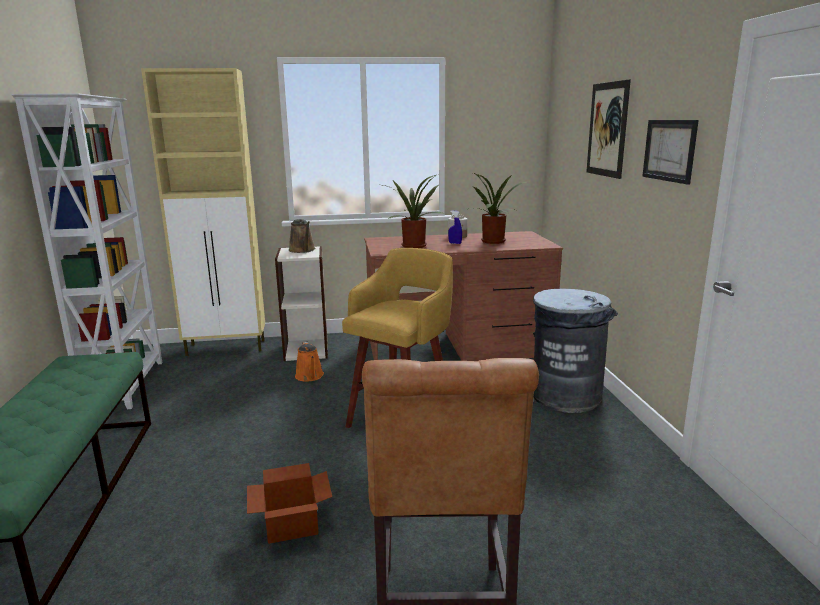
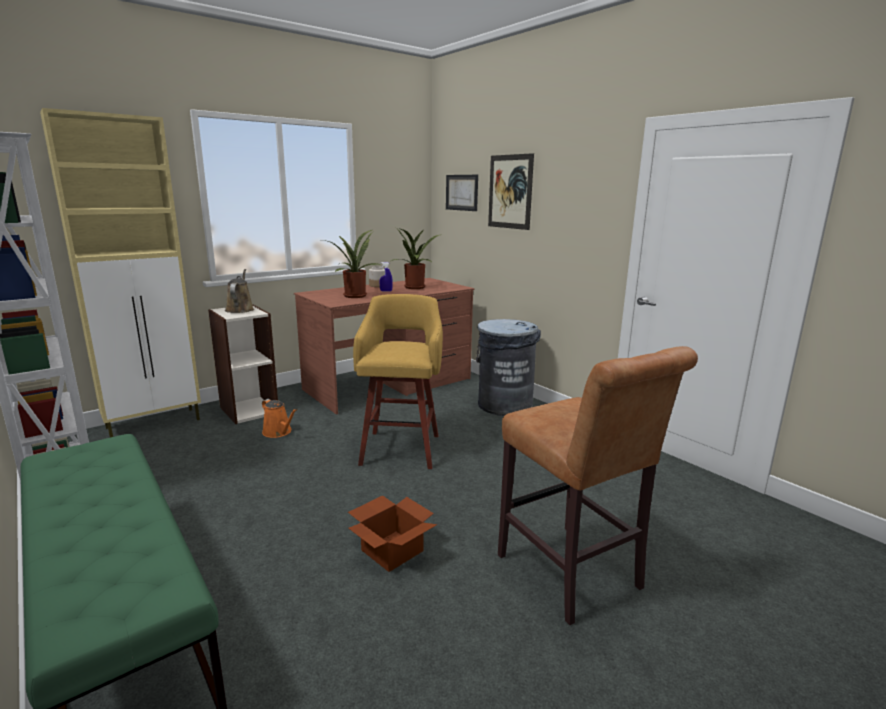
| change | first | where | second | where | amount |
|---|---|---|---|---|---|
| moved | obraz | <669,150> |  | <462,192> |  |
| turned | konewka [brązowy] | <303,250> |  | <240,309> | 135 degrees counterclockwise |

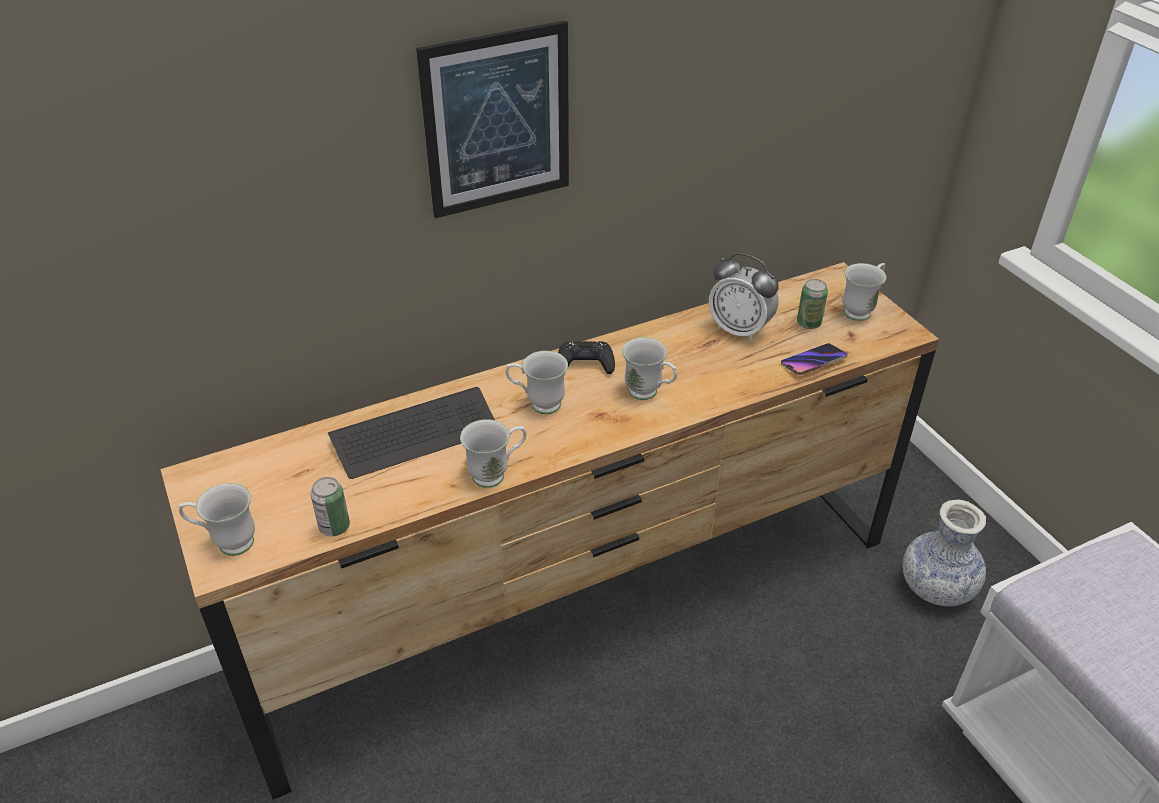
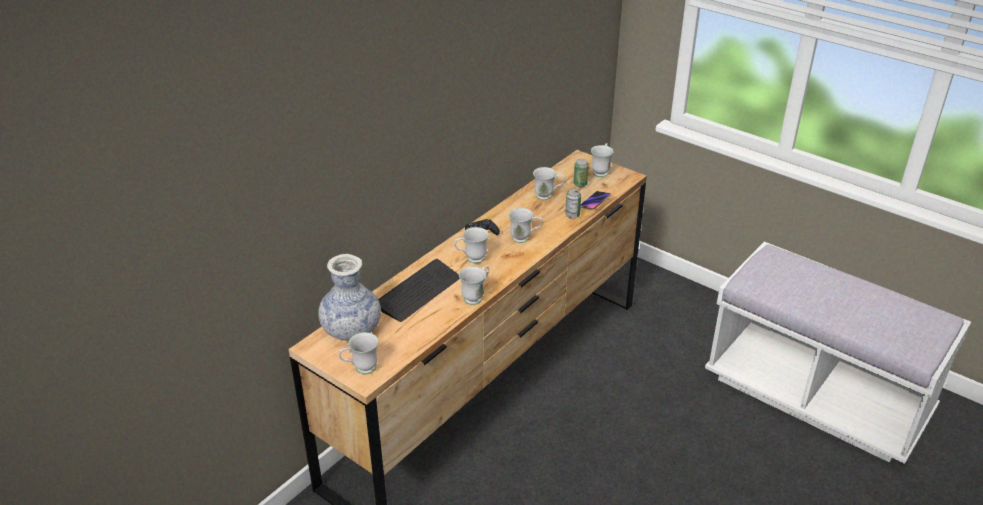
| change | first | where | second | where | amount |
|---|---|---|---|---|---|
| removed | obraz | <497,121> |  |  |  |
| replaced | budzik | <739,330> | kubek [biały] | <548,196> |  |
| moved | puszka | <334,527> |  | <572,215> |  |
| moved | wazon | <936,587> |  | <351,330> |  |

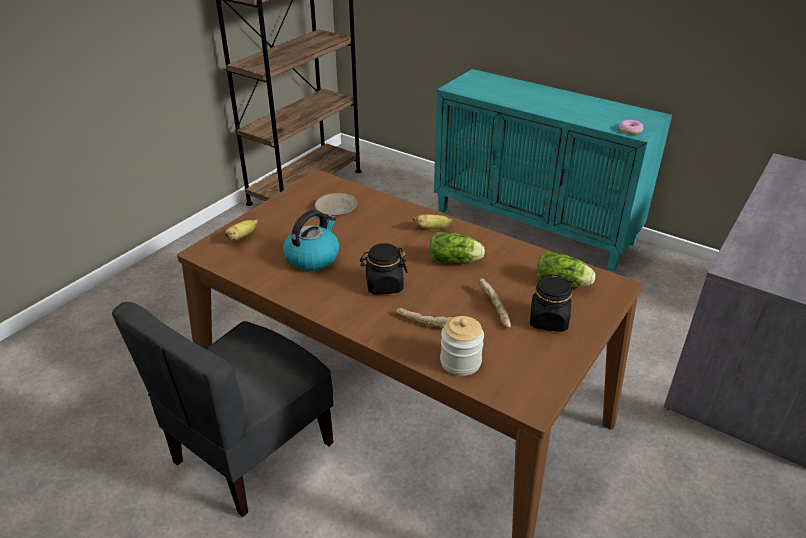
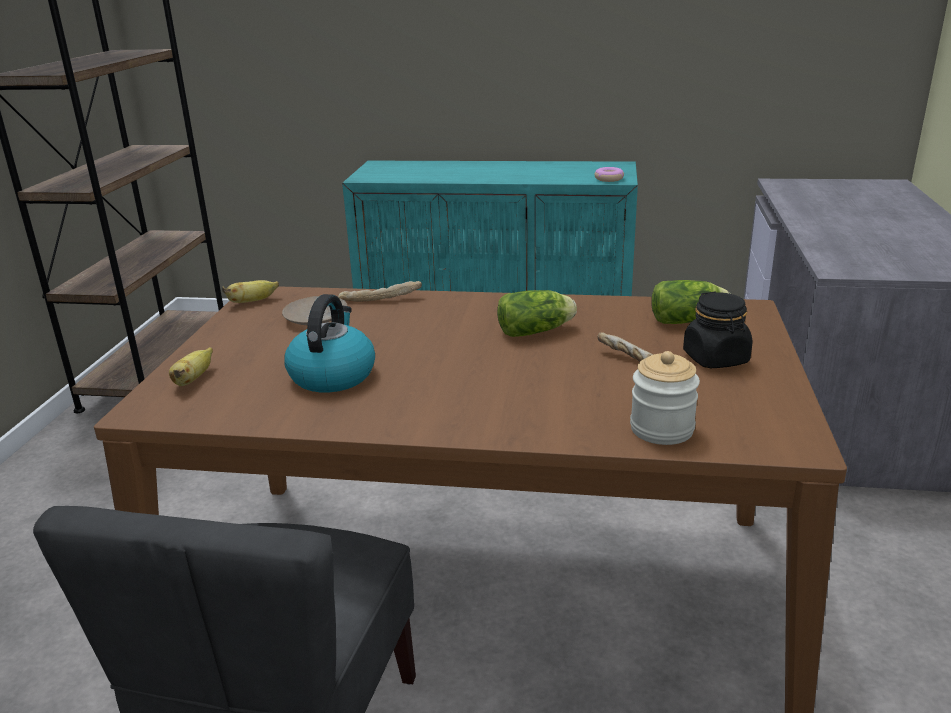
| change | first | where | second | where | amount |
|---|---|---|---|---|---|
| moved | banan | <432,228> |  | <252,301> |  |
| removed | słoik [czarny] | <384,285> |  |  |  |
| moved | chleb | <429,322> |  | <380,299> |  |

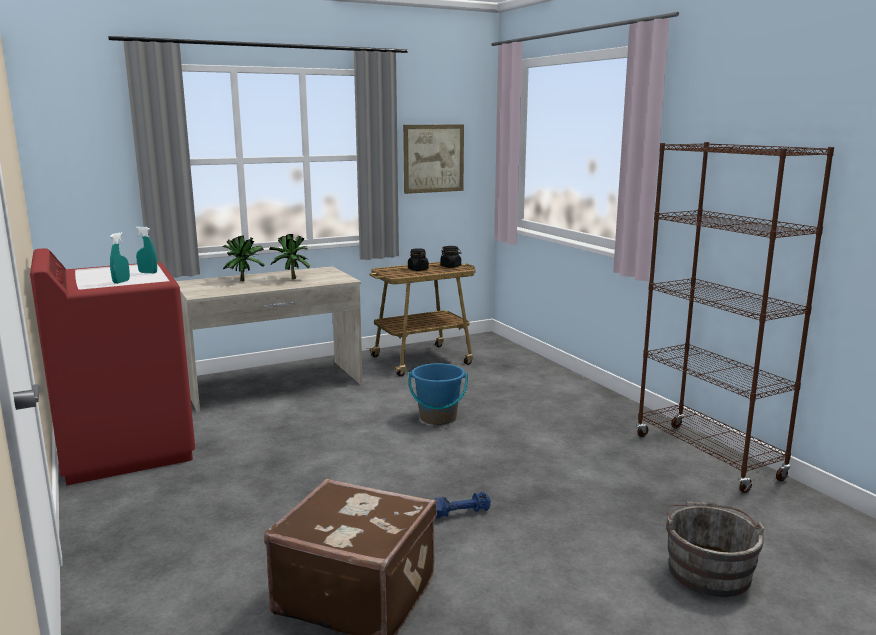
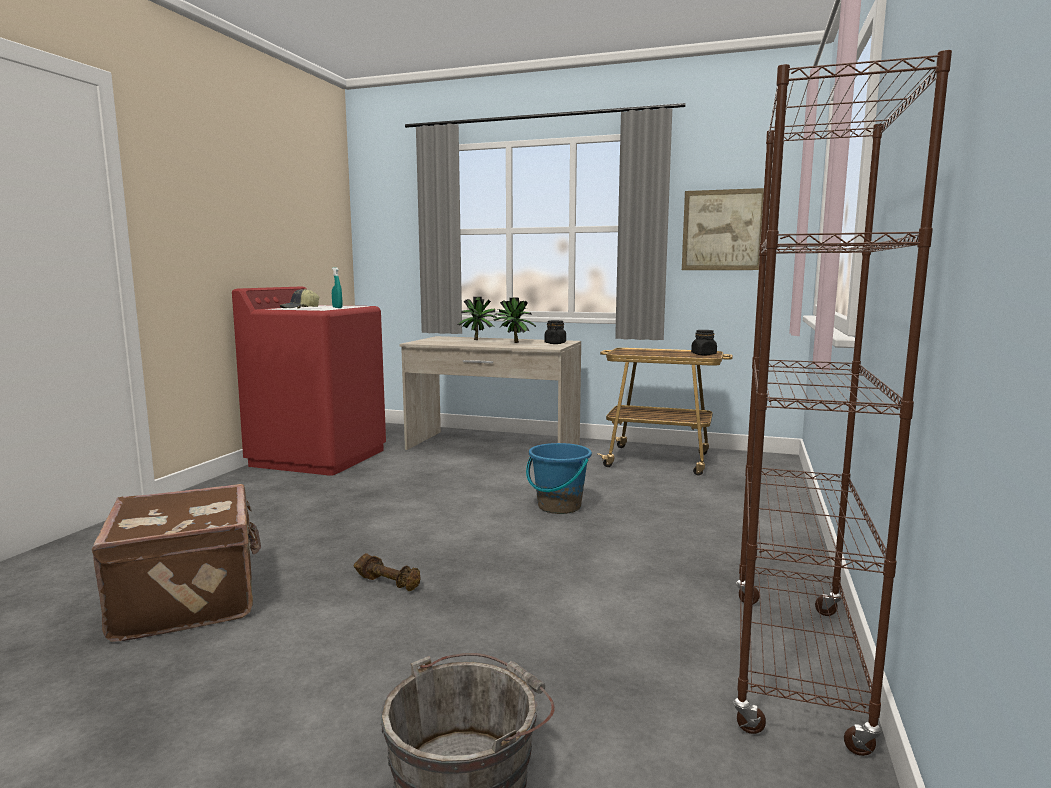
| change | first | where | second | where | amount |
|---|---|---|---|---|---|
| replaced | spryskiwacz [turkusowy] | <121,282> | czapka z daszkiem | <300,309> |  |
| moved | słoik [czarny] | <418,269> |  | <555,343> |  |
| recoloured | hantel [niebieski] | <460,513> | hantel [brązowy] | <389,583> |  |

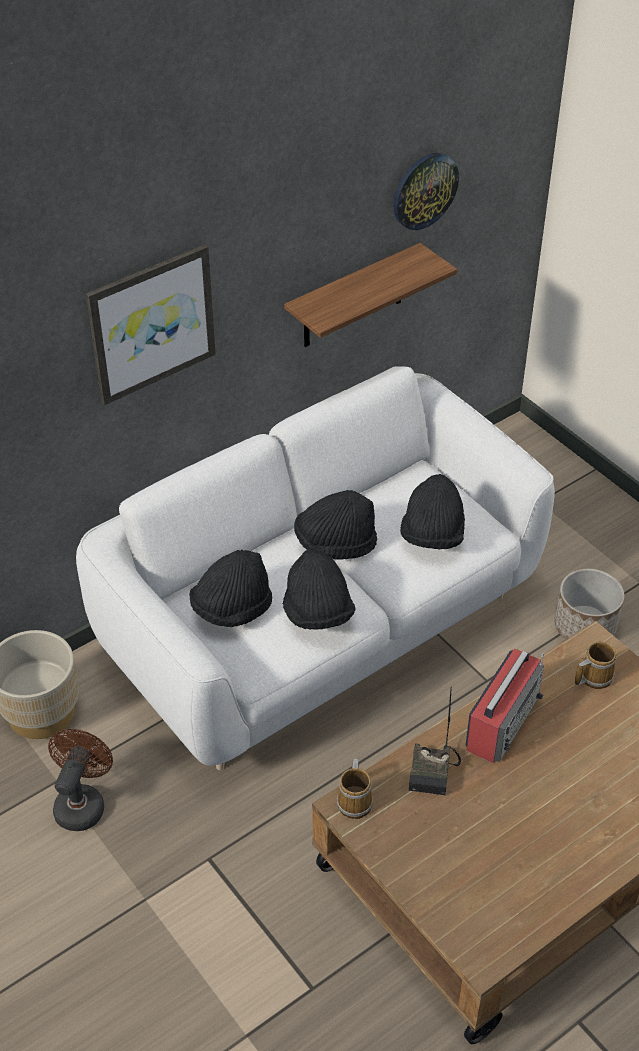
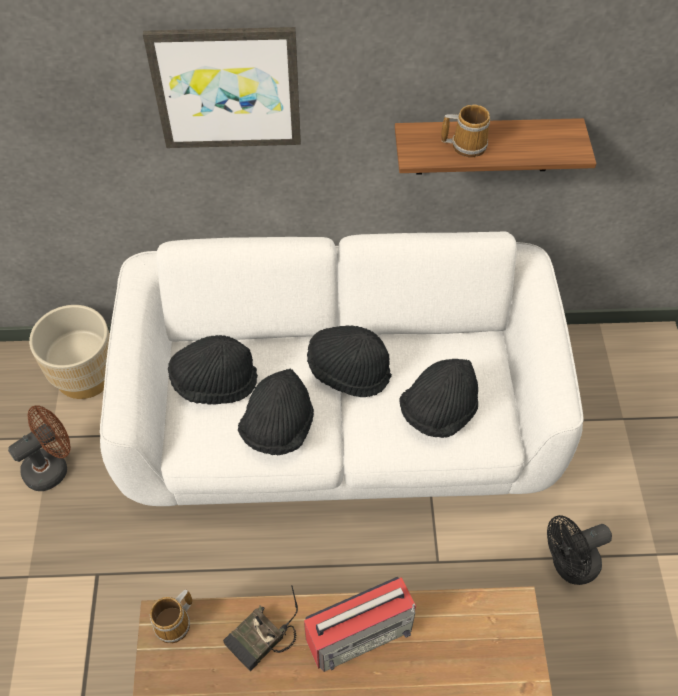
| change | first | where | second | where | amount |
|---|---|---|---|---|---|
| removed | zegar ścienny | <424,190> |  |  |  |
| replaced | donica | <585,626> | wentylator [czarny] | <568,566> |  |
| moved | kubek | <593,676> |  | <466,144> |  |

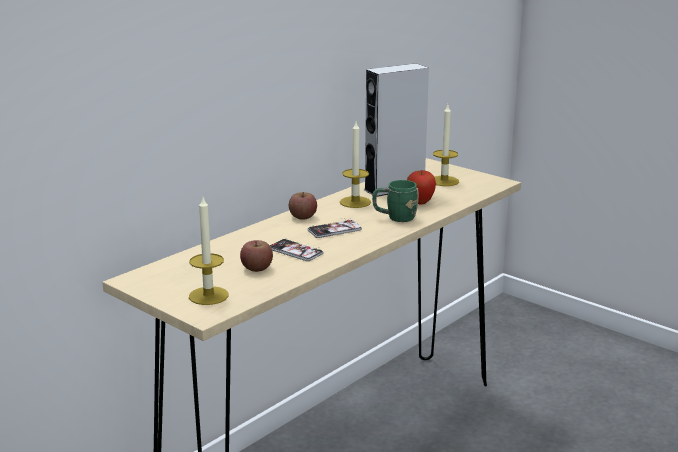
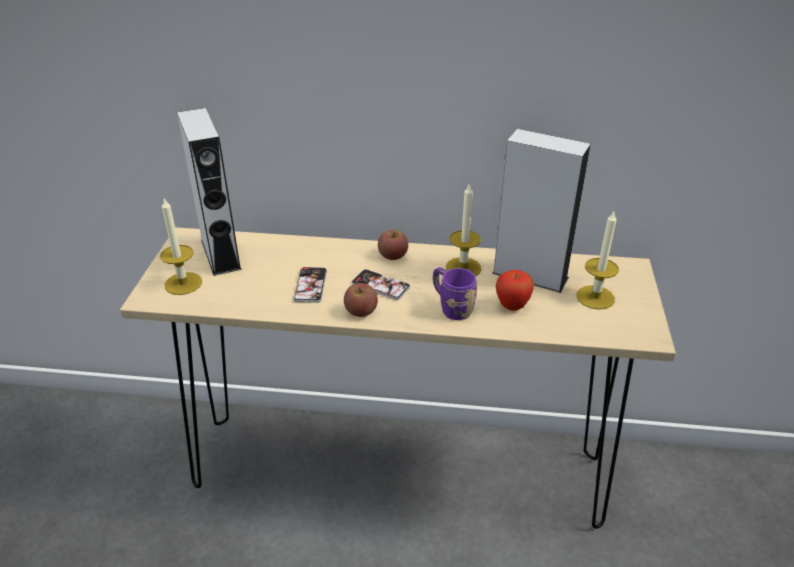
| change | first | where | second | where | amount |
|---|---|---|---|---|---|
| recoloured | kubek [zielony] | <395,218> | kubek [fioletowy] | <451,307> |  |
| moved | jabłko | <257,268> |  | <361,311> |  |
| added |  |  | głośnik [szary] | <220,254> |  |

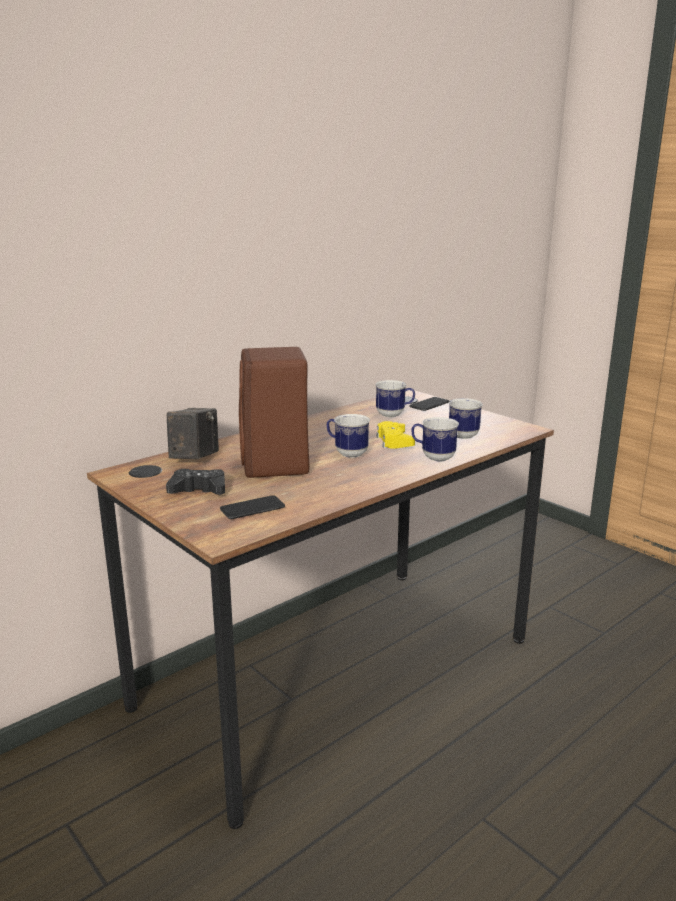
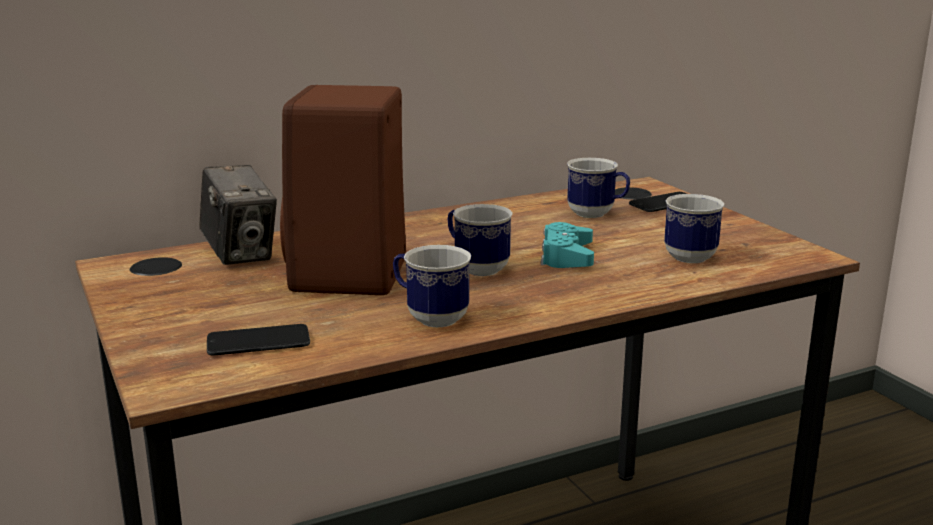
| change | first | where | second | where | amount |
|---|---|---|---|---|---|
| turned | aparat fotograficzny | <195,458> |  | <240,254> | 120 degrees clockwise |
| moved | kubek | <433,457> |  | <430,317> |  |
| recoloured | pad do gier [żółty] | <394,441> | pad do gier [turkusowy] | <566,256> |  |
| removed | pad do gier [czarny] | <199,490> |  |  |  |

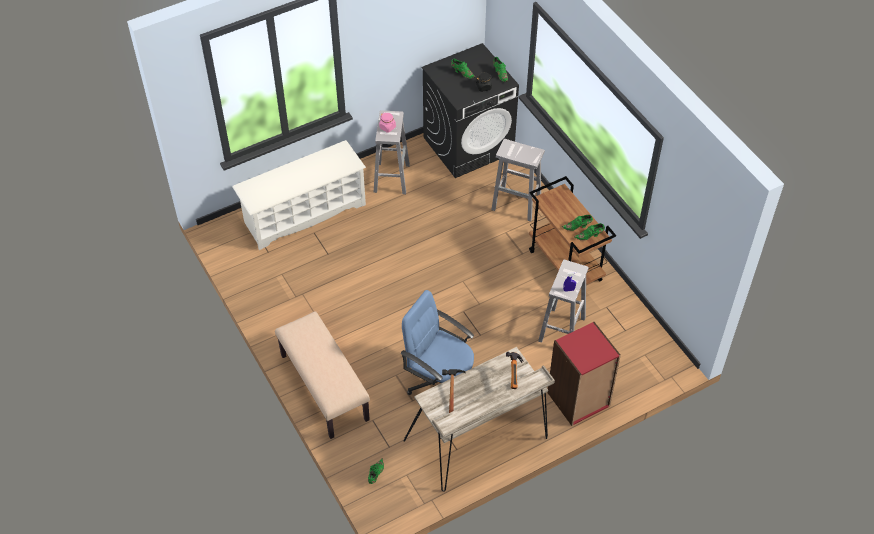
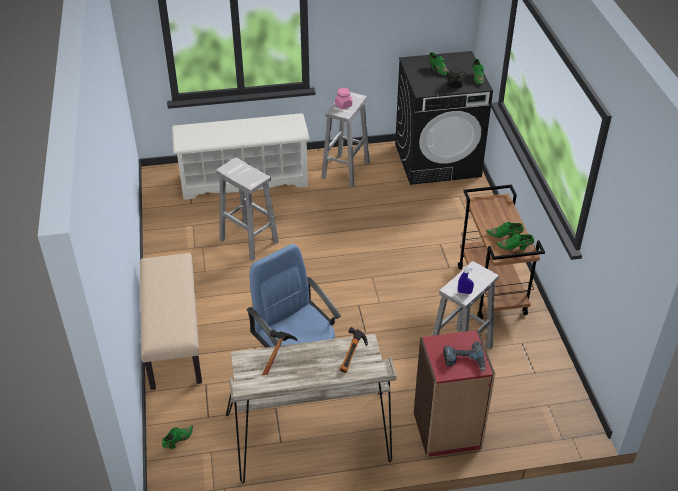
| change | first | where | second | where | amount |
|---|---|---|---|---|---|
| moved | stołek [biały] | <517,204> |  | <250,241> |  |
| added |  |  | wiertarka | <464,361> |  |

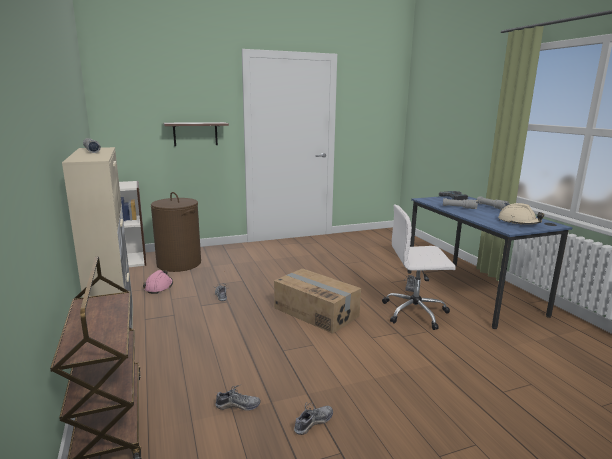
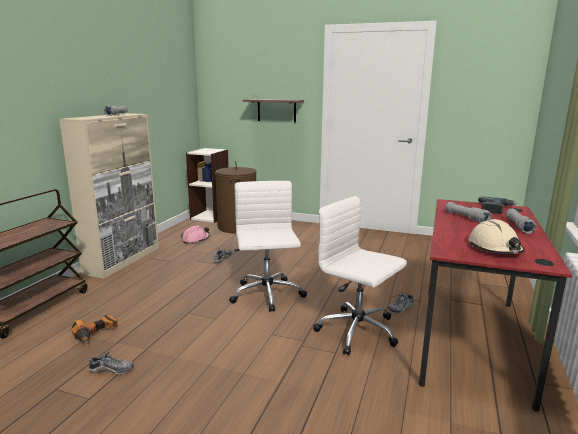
| change | first | where | second | where | amount |
|---|---|---|---|---|---|
| recoloured | biurko [niebieski] | <471,292> | biurko [czerwony] | <471,339> |  |
| replaced | karton | <316,312> | krzesło biurowe [biały] | <267,295> |  |
| replaced | but | <238,405> | wiertarka | <96,334> |  |

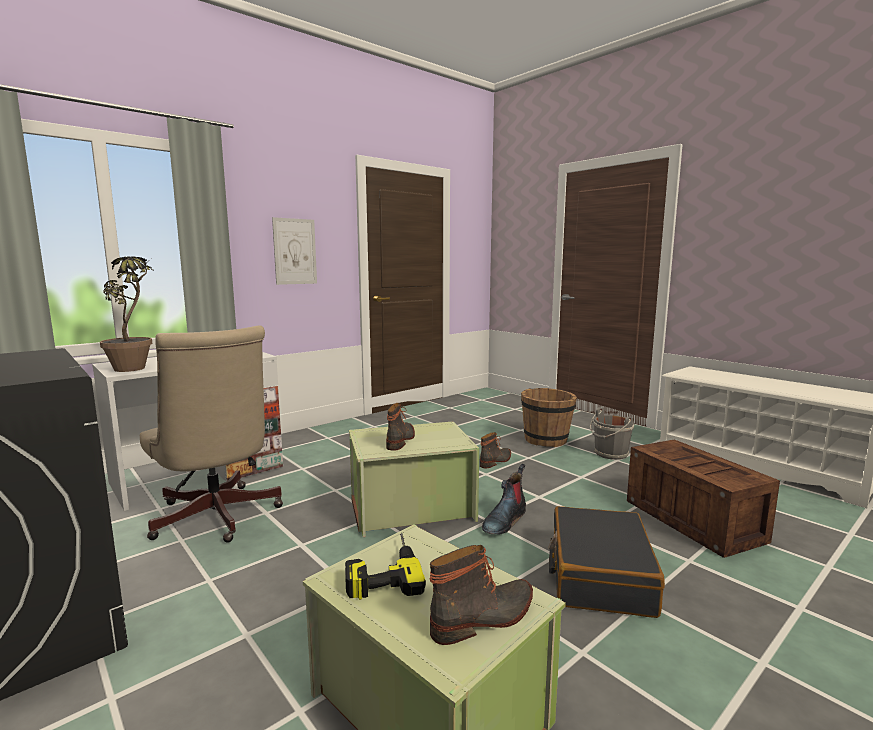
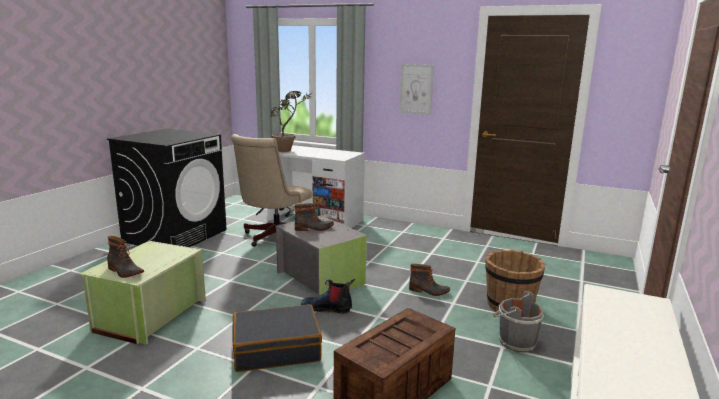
| change | first | where | second | where | amount |
|---|---|---|---|---|---|
| recoloured | pojemnik do przechowywania [zielony] | <411,508> | pojemnik do przechowywania [szary] | <321,277> |  |
| removed | wiertarka | <382,571> |  |  |  |

